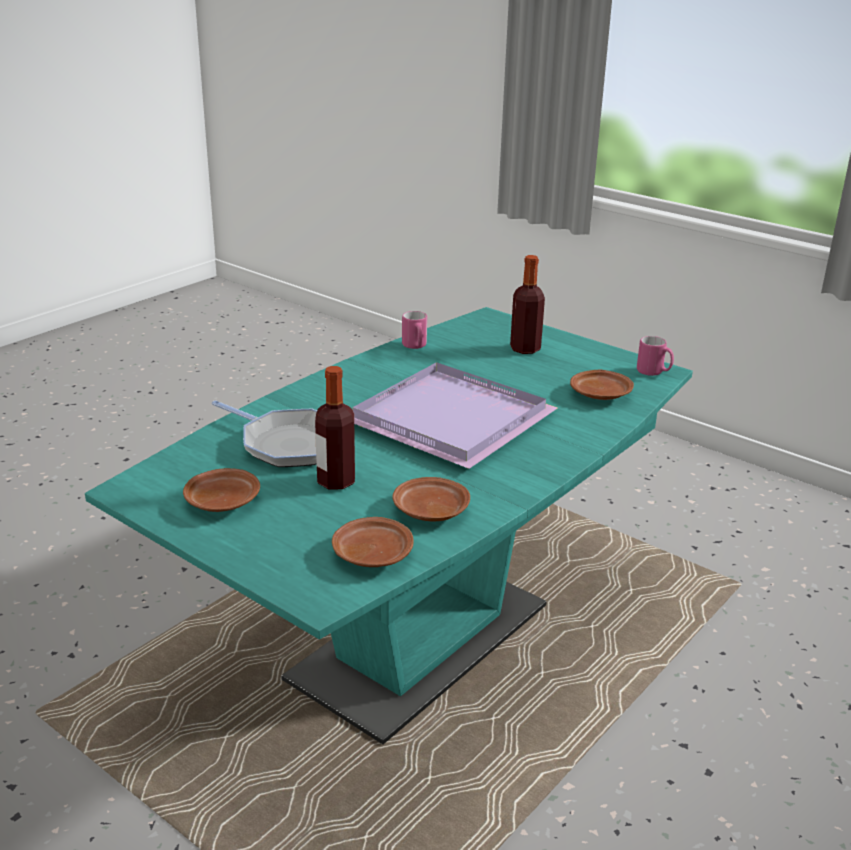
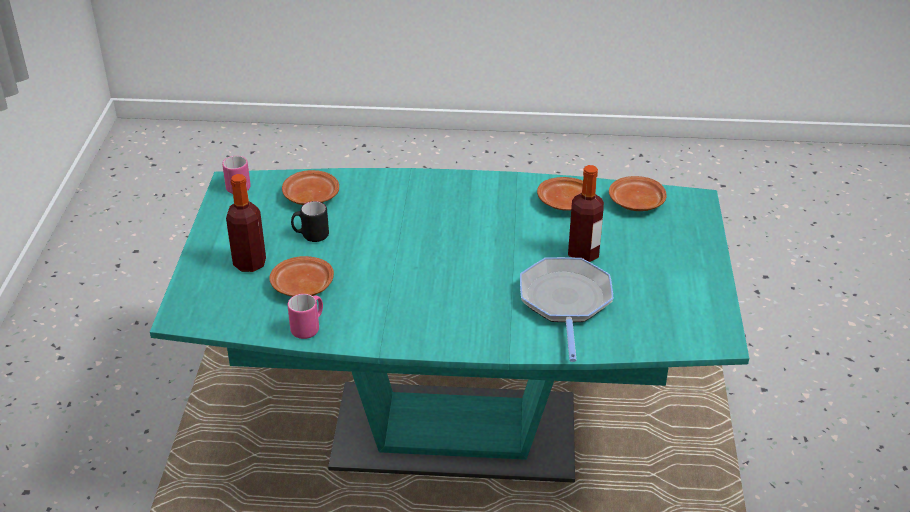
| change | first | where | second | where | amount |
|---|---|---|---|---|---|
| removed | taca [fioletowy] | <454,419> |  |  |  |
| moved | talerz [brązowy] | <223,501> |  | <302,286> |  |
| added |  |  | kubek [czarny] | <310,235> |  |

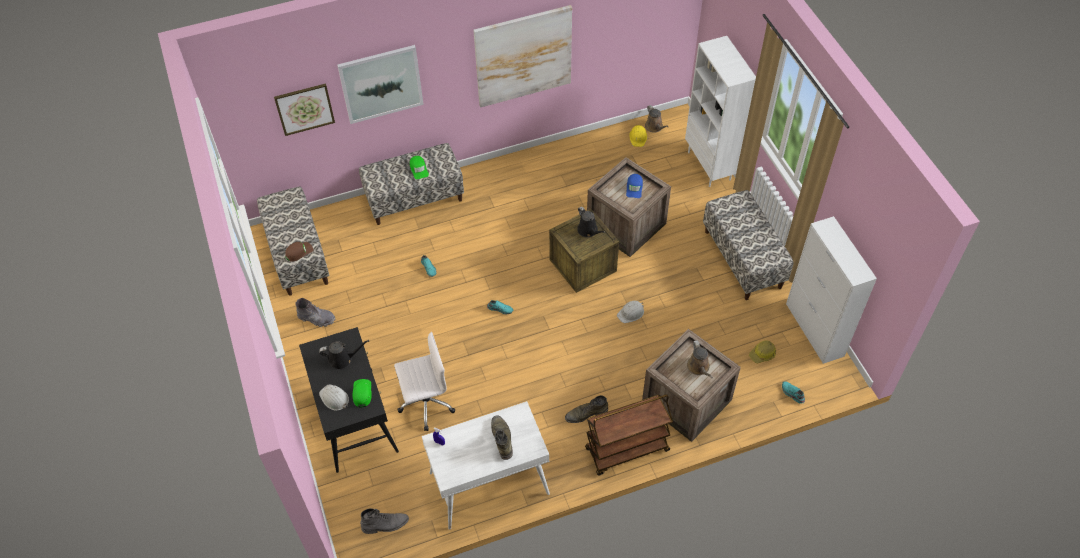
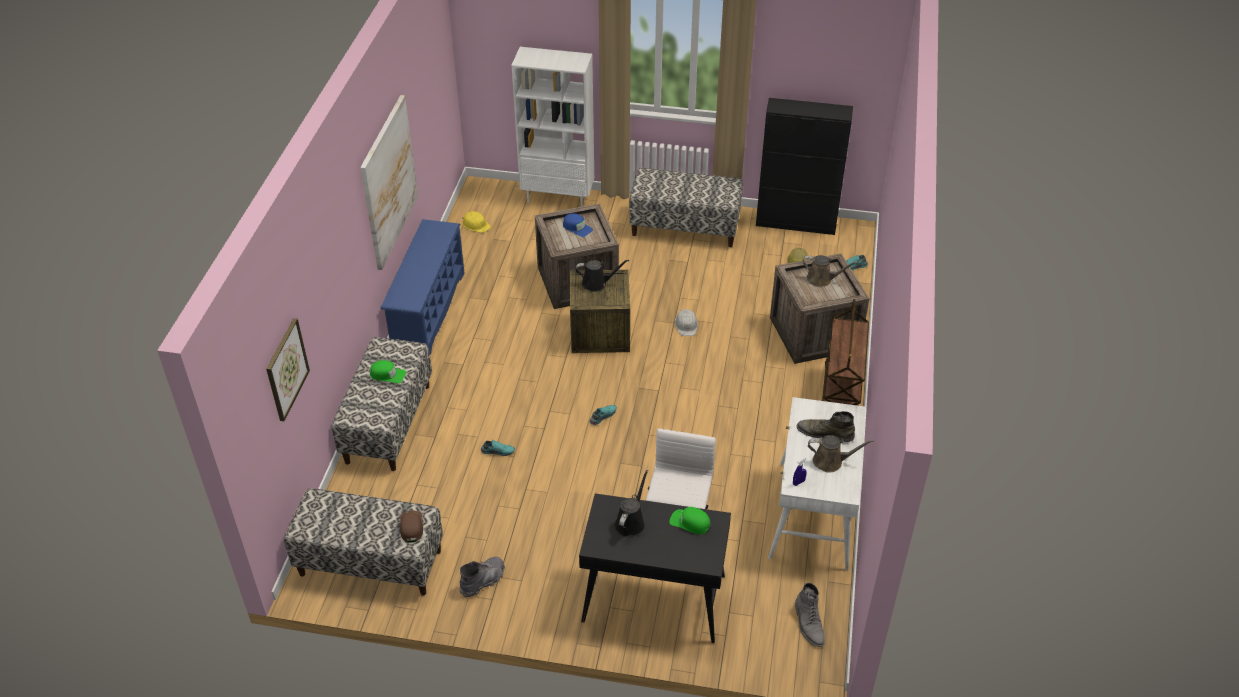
| change | first | where | second | where | amount |
|---|---|---|---|---|---|
| removed | obraz | <381,84> |  |  |  |
| moved | konewka [brązowy] | <654,127> |  | <831,461> |  |
| recoloured | szafka [biały] | <814,330> | szafka [czarny] | <796,223> |  |
| removed | kask [biały] | <334,398> |  |  |  |
| removed | but z cholewką [zielony] | <586,413> |  |  |  |
| turned | but z cholewką [szary] | <385,524> |  | <809,624> | 150 degrees clockwise |
| added |  |  | regał na buty [niebieski] | <428,312> |  |

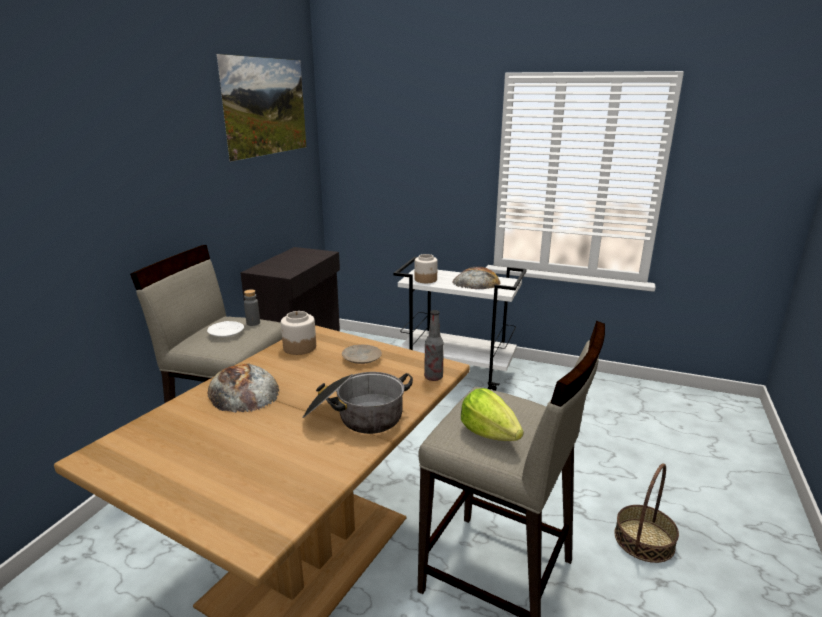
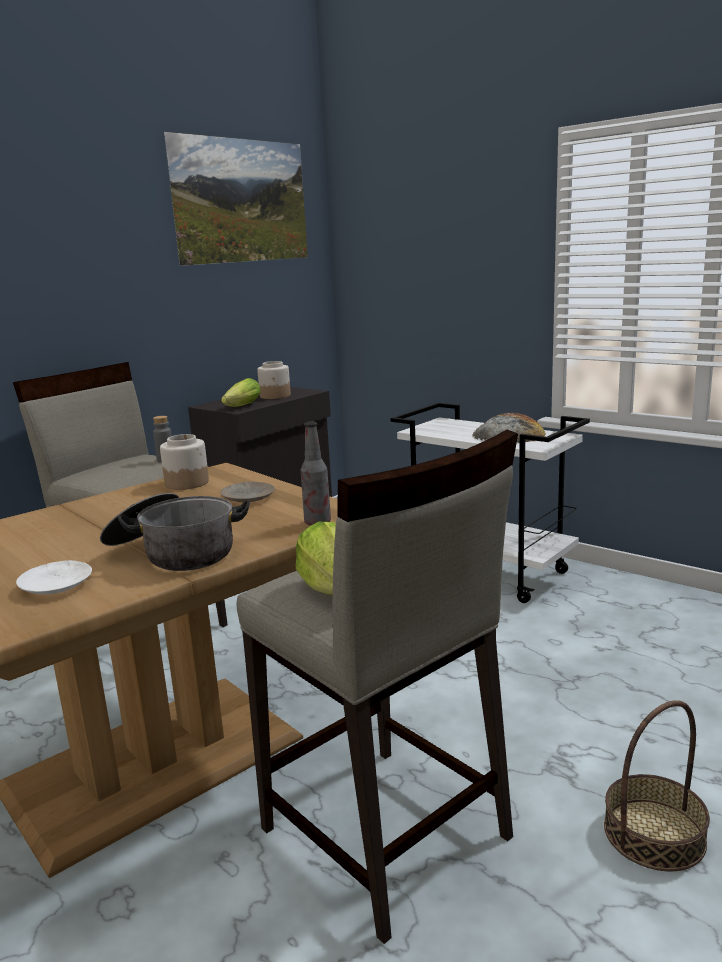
| change | first | where | second | where | amount |
|---|---|---|---|---|---|
| moved | słoik | <426,279> |  | <275,396> |  |
| moved | talerz [biały] | <226,333> |  | <57,585> |  |
| removed | chleb | <243,391> |  |  |  |
| added |  |  | sałata | <240,407> |  |

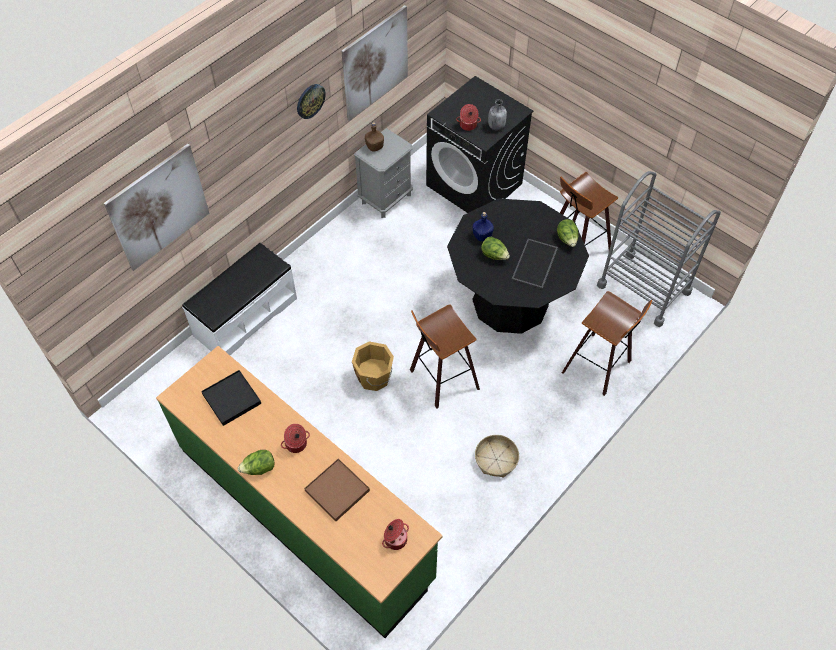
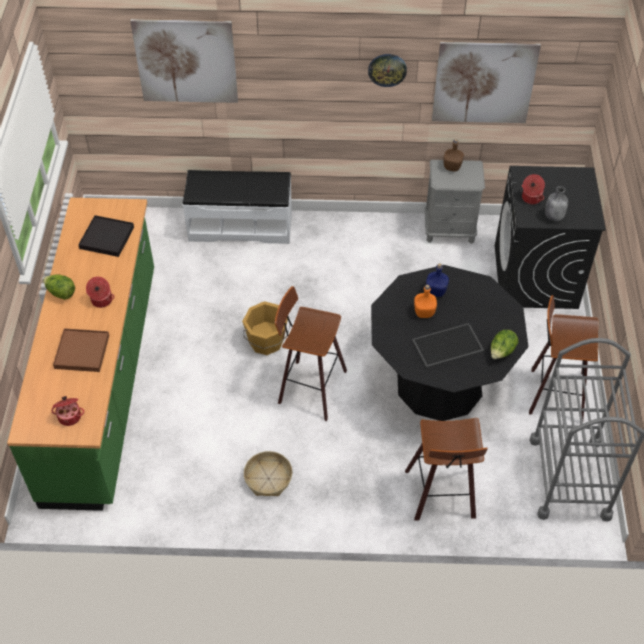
| change | first | where | second | where | amount |
|---|---|---|---|---|---|
| replaced | sałata | <494,255> | butelka [pomarańczowy] | <424,312> |  |

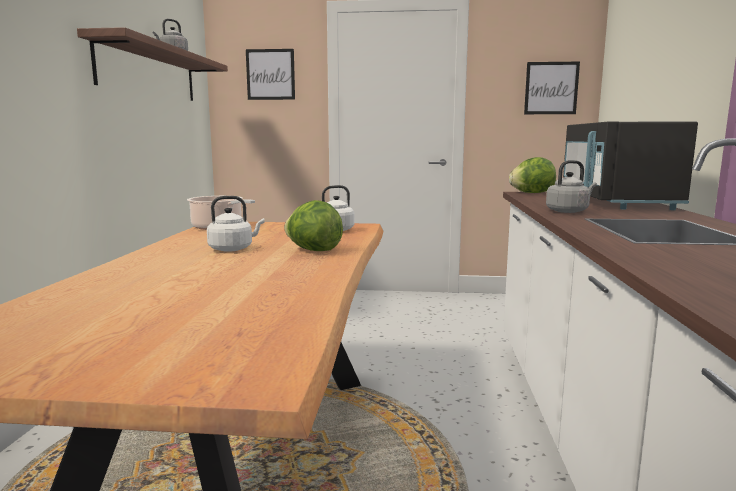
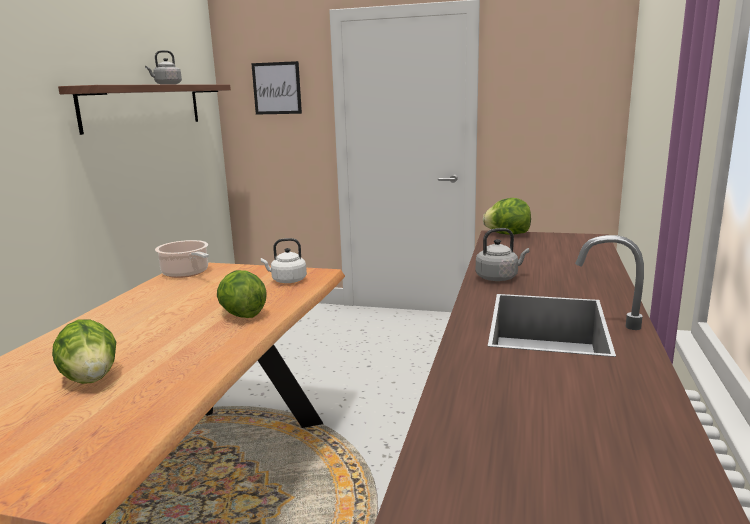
| change | first | where | second | where | amount |
|---|---|---|---|---|---|
| removed | obraz | <551,88> |  |  |  |
| removed | mikrofalówka [czarny] | <616,201> |  |  |  |
| removed | czajnik [biały] | <233,249> |  |  |  |
| added |  |  | sałata | <91,378> |  |

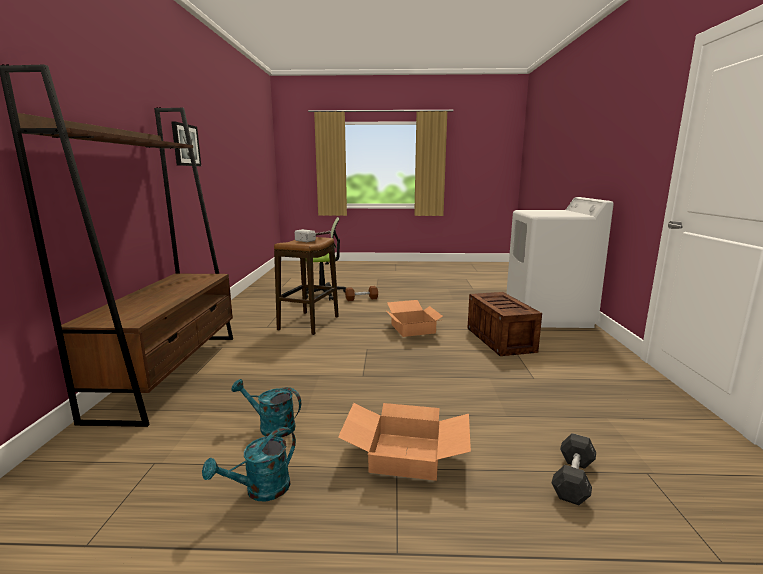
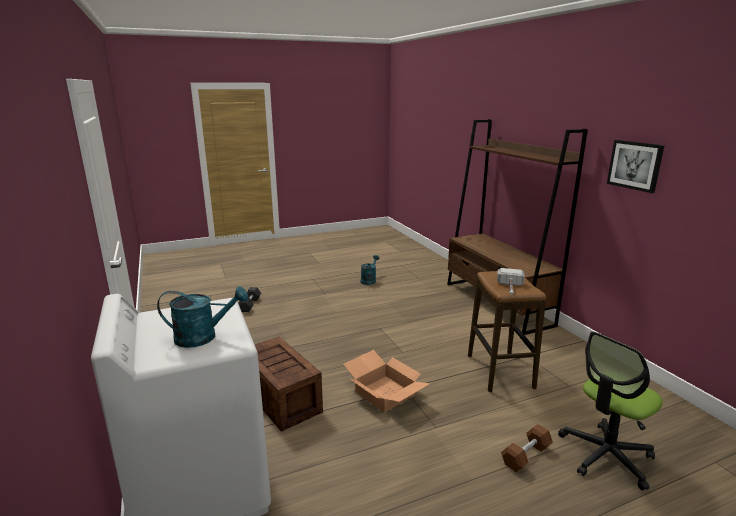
| change | first | where | second | where | amount |
|---|---|---|---|---|---|
| moved | konewka [turkusowy] | <271,427> |  | <203,337> |  |
| removed | karton | <404,456> |  |  |  |

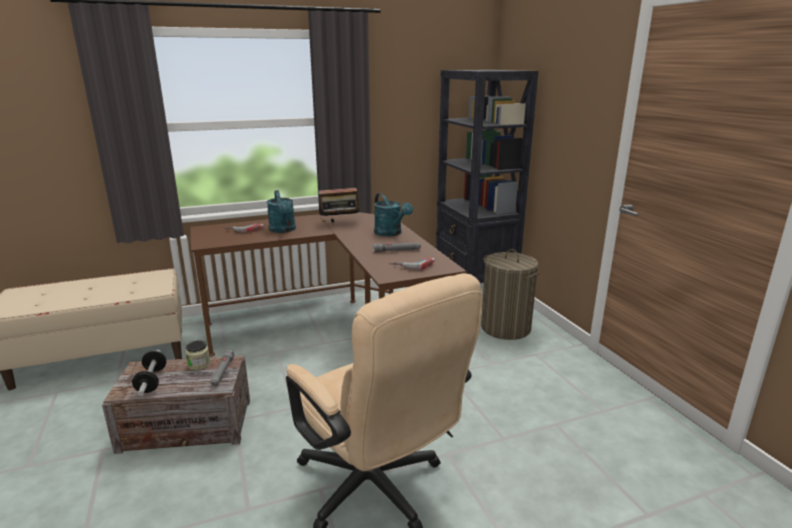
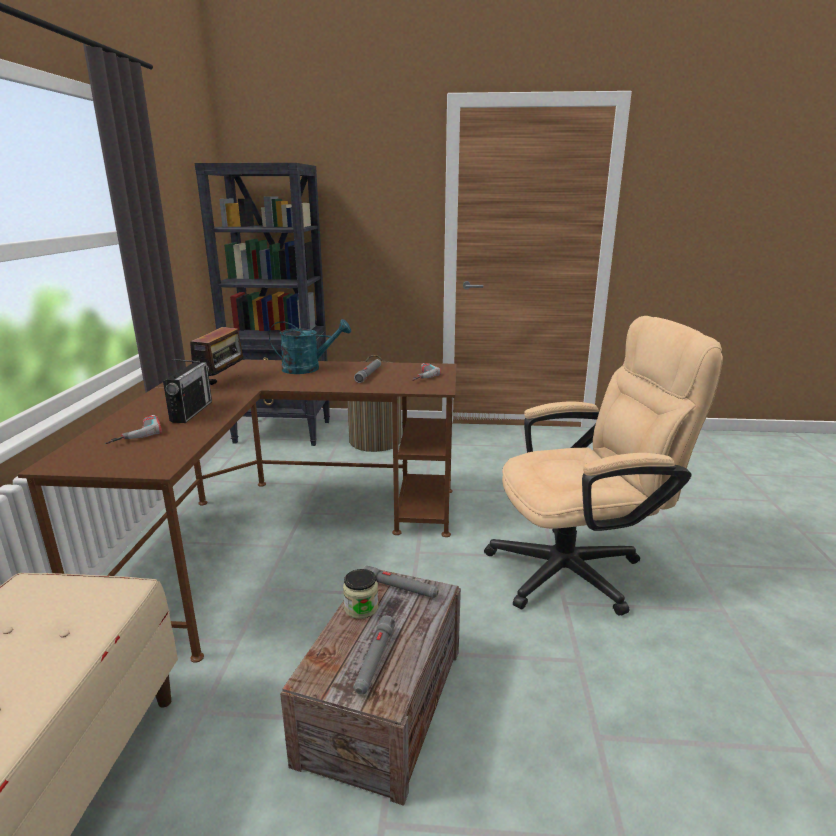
| change | first | where | second | where | amount |
|---|---|---|---|---|---|
| replaced | konewka [turkusowy] | <283,230> | radio | <192,412> |  |
| replaced | hantel | <152,381> | latarka [szary] | <374,660> |  |

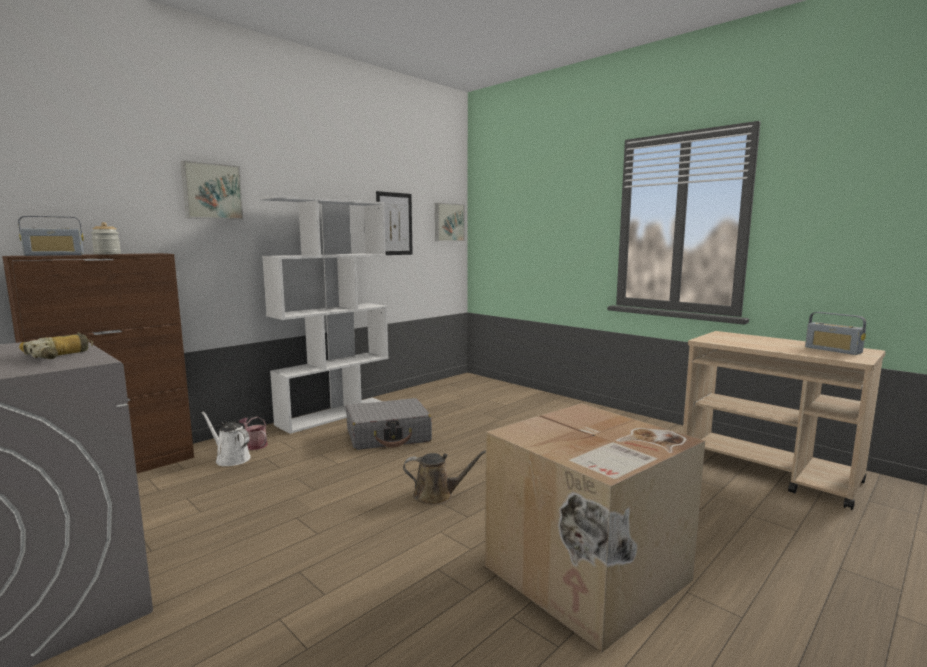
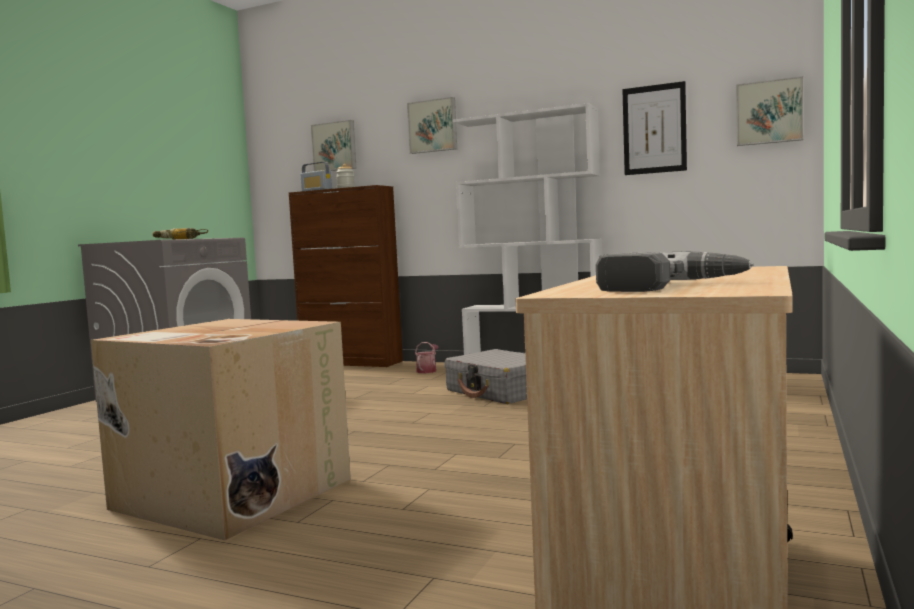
| change | first | where | second | where | amount |
|---|---|---|---|---|---|
| replaced | radio | <833,350> | wiertarka | <672,286> |  |
| removed | konewka [biały] | <230,458> |  |  |  |
| removed | konewka [brązowy] | <437,495> |  |  |  |
| added |  |  | obraz | <335,146> |  |

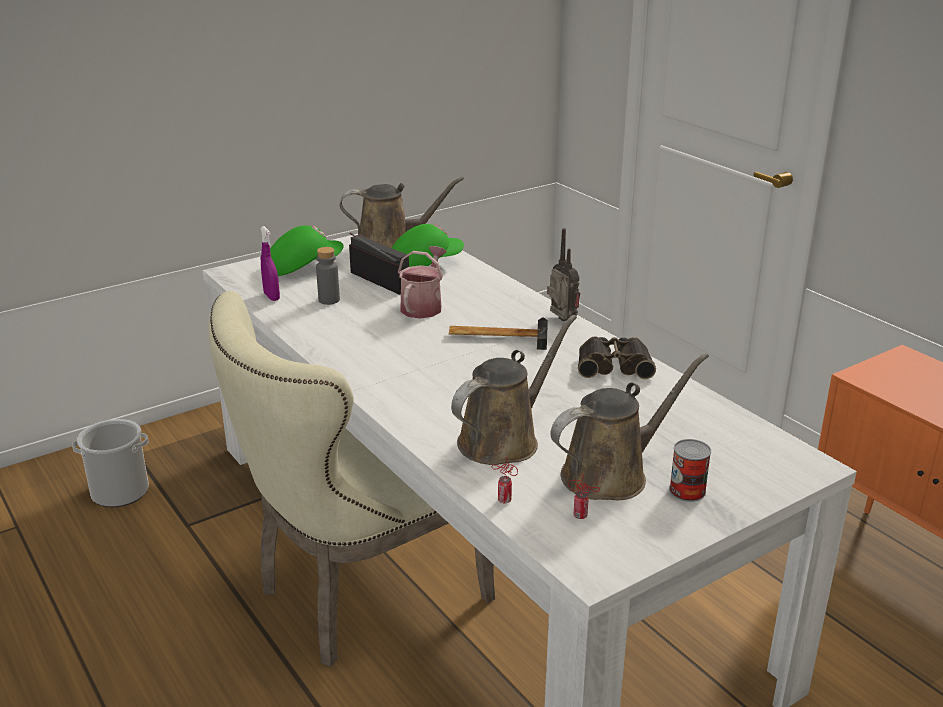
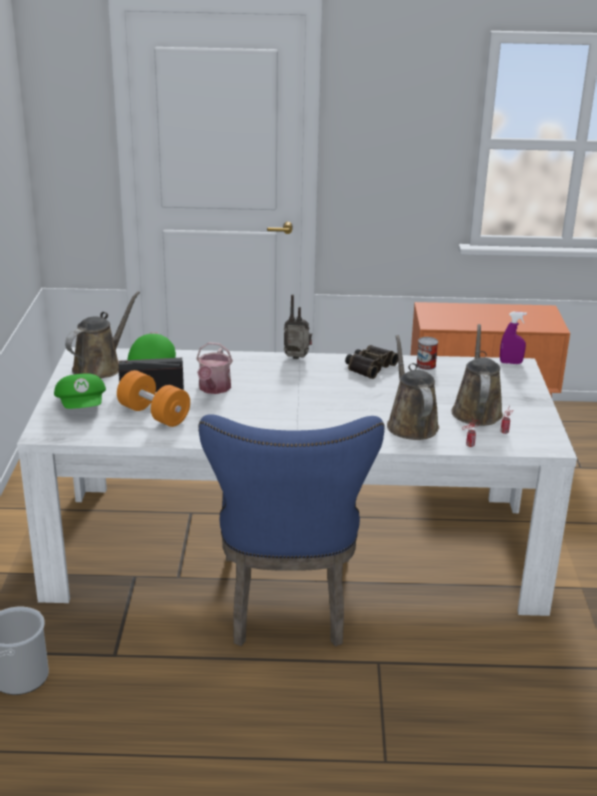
| change | first | where | second | where | amount |
|---|---|---|---|---|---|
| turned | czapka z daszkiem [zielony] | <303,267> |  | <82,406> | 150 degrees clockwise |
| moved | spryskiwacz [fioletowy] | <271,296> |  | <510,363> |  |
| turned | konewka | <423,306> |  | <213,389> | 135 degrees counterclockwise |
| replaced | butelka [szary] | <329,300> | hantel [pomarańczowy] | <154,414> |  |
| recoloured | krzesło [beżowy] | <360,596> | krzesło [niebieski] | <288,606> |  |
| removed | młotek | <498,336> |  |  |  |
| moved | puszka | <687,491> |  | <426,365> |  |

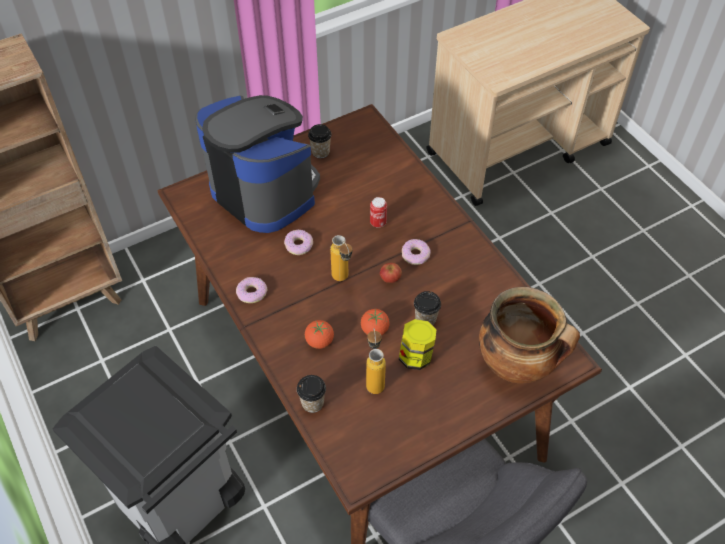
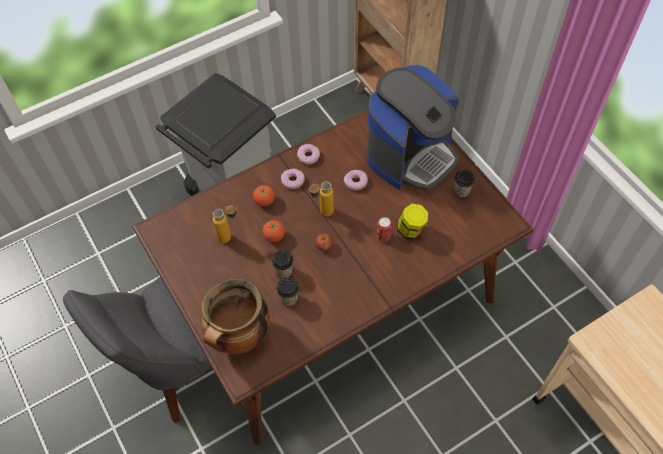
| change | first | where | second | where | amount |
|---|---|---|---|---|---|
| moved | donut | <415,255> |  | <293,181> |  |
| moved | słoik | <416,356> |  | <411,230> |  |
| moved | filiżanka | <312,403> |  | <289,298> |  |

